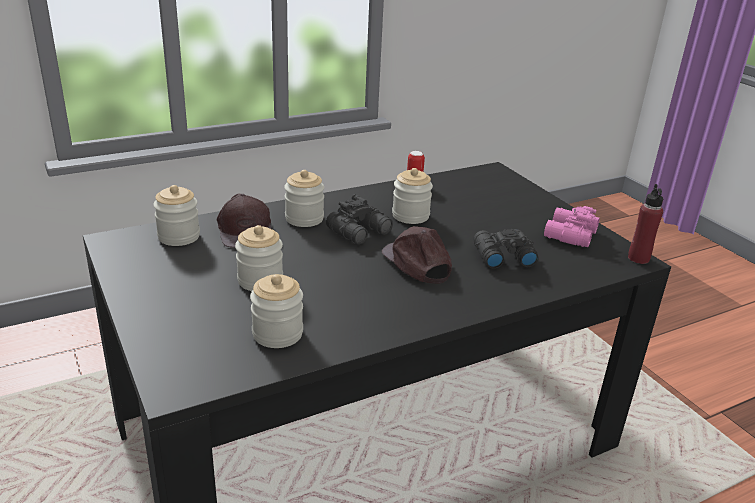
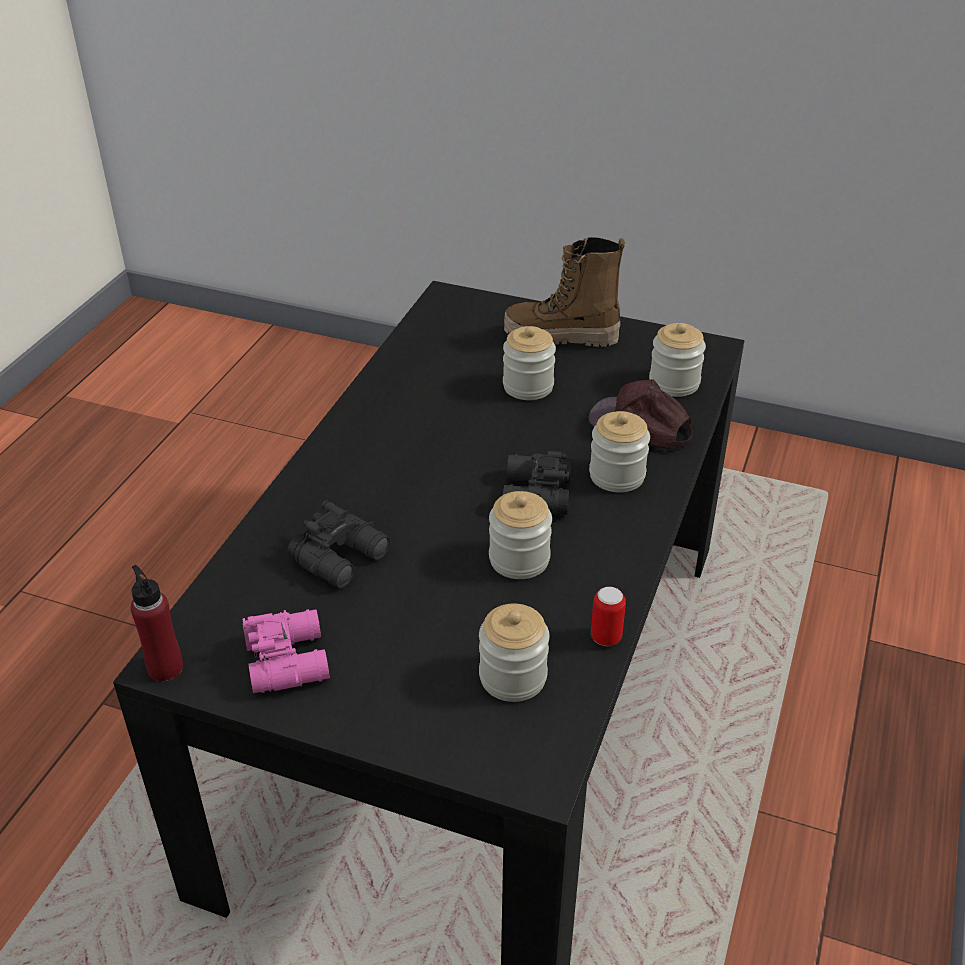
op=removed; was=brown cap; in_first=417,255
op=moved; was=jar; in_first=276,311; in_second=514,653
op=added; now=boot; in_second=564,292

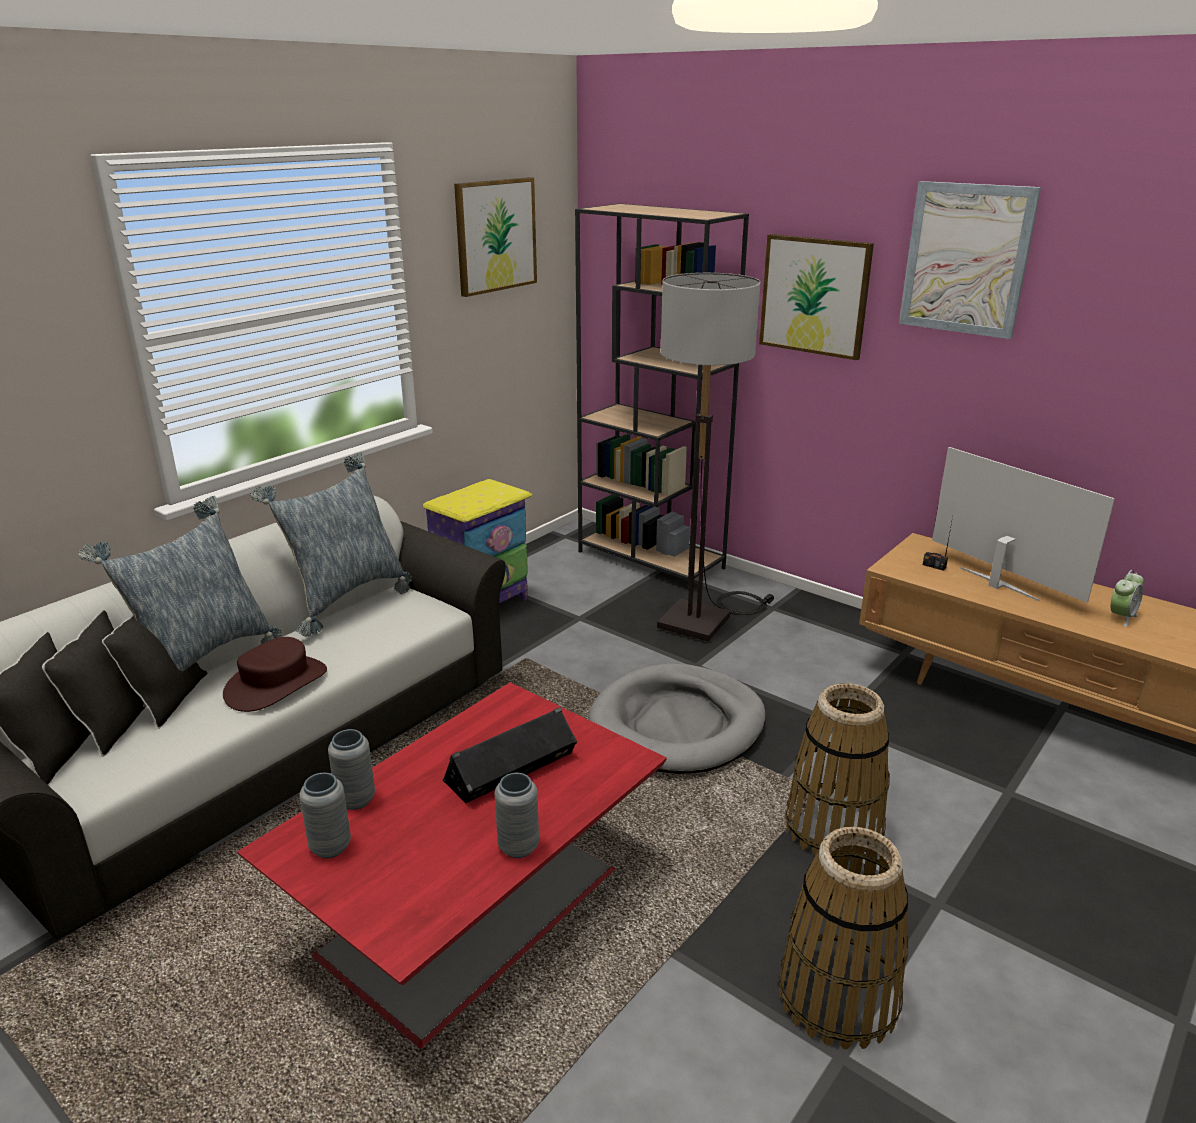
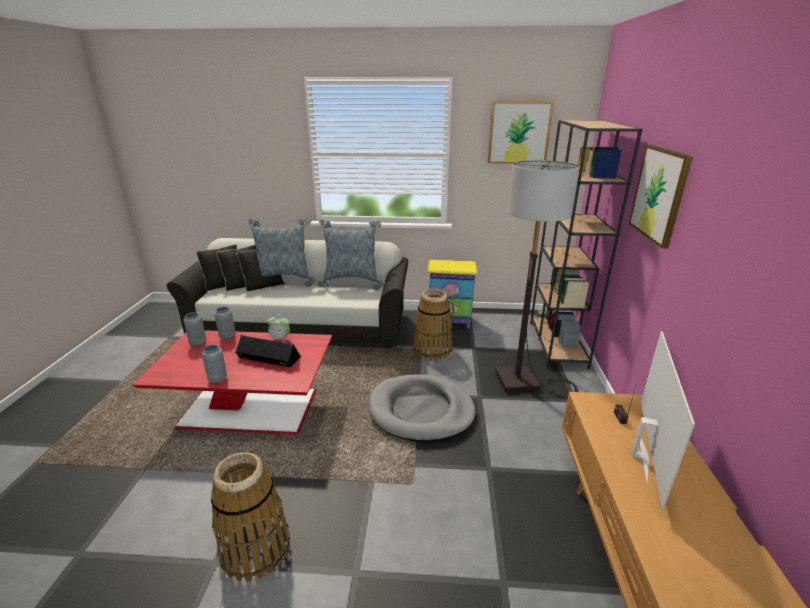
op=removed; was=picture; in_first=970,260
op=moved; was=alarm clock; in_first=1127,598; in_second=278,328
op=removed; was=brown hat; in_first=275,674
op=moved; was=basket; in_first=837,770; in_second=433,324

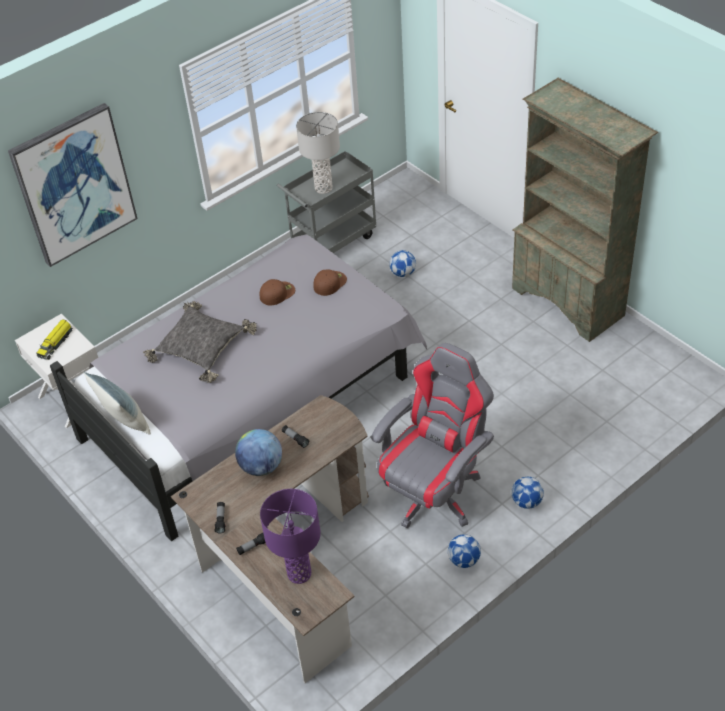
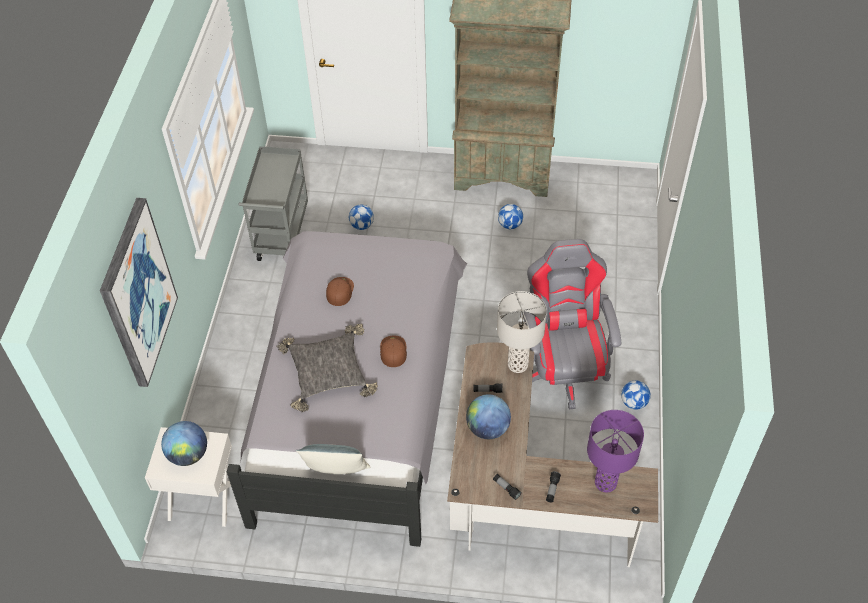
op=moved; was=white table lamp; in_first=318,153; in_second=522,332
op=moved; was=brown cap; in_first=330,282; in_second=393,351
op=replaced; was=toy truck; now=globe; in_first=55,339; in_second=184,443
op=moved; was=football; in_first=528,493; in_second=510,216

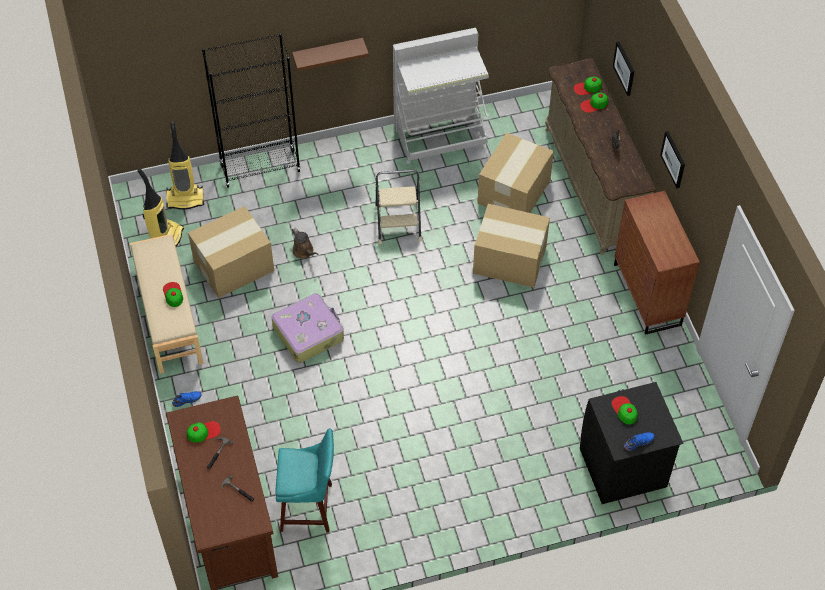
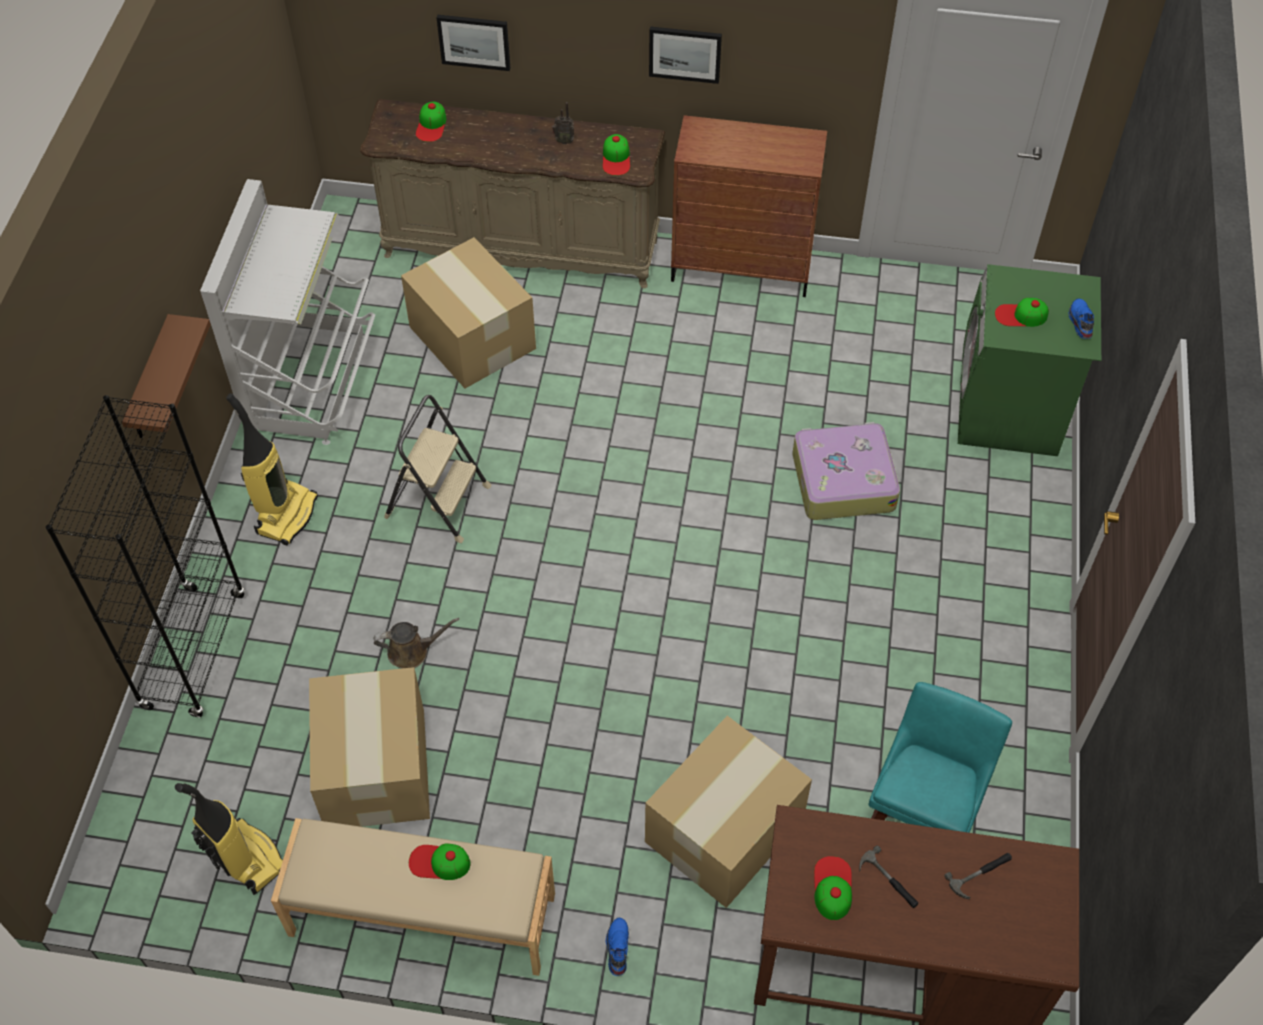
op=moved; was=cap; in_first=594,102; in_second=616,155
op=moved; was=vacuum cleaner; in_first=185,165; in_second=272,469
op=moved; was=cardboard box; in_first=511,246; in_second=728,812
op=moved; was=suitcase; in_first=308,328; in_second=846,471
op=recoloured; was=black washing machine; now=green washing machine; in_first=632,443; in_second=1029,360

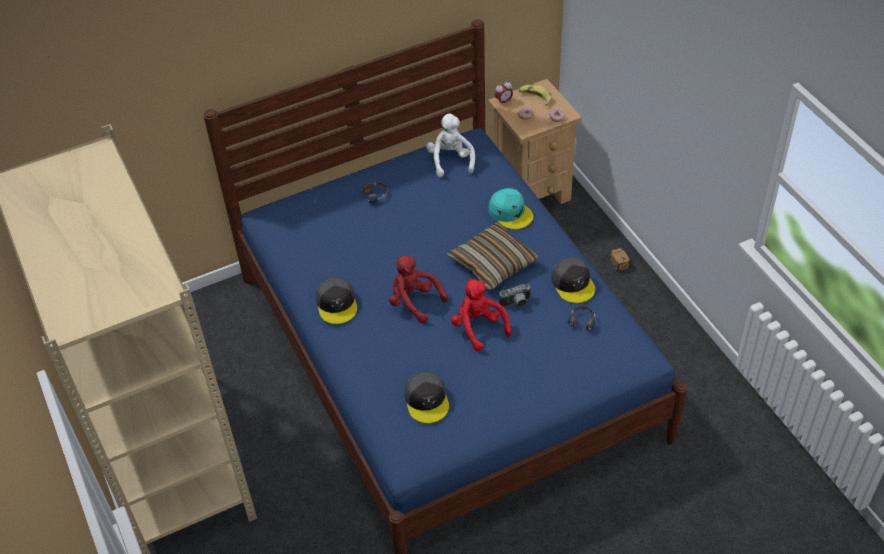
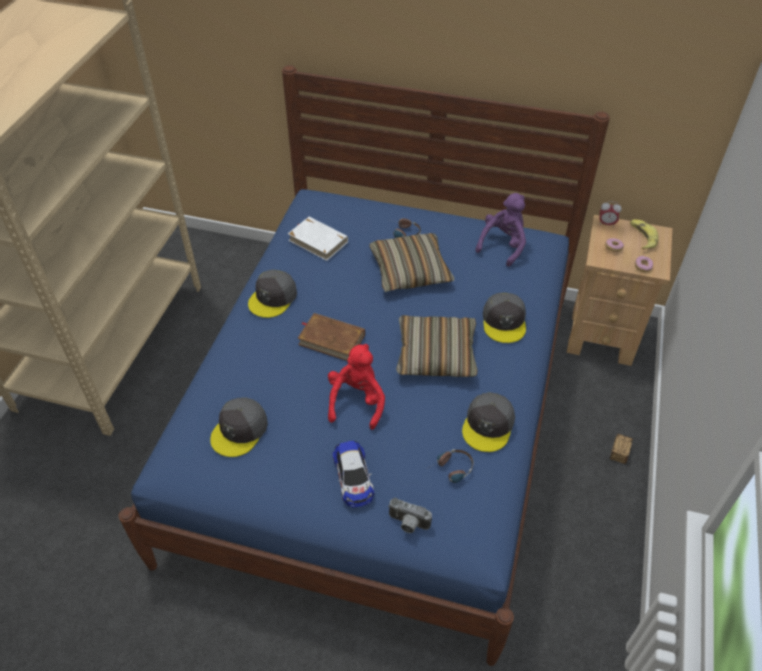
op=recoloured; was=white plush toy; now=purple plush toy; in_first=450,145; in_second=500,230
op=recoloured; was=turquoise cap; now=grey cap; in_first=511,208; in_second=504,317
op=replaced; was=red plush toy; now=brown book; in_first=418,289; in_second=331,337
op=moved; was=photo camera; in_first=515,295; in_second=410,515
op=added; now=white book; in_second=318,239
op=added; now=pillow; in_second=412,262
op=added; now=toy car; in_second=353,474

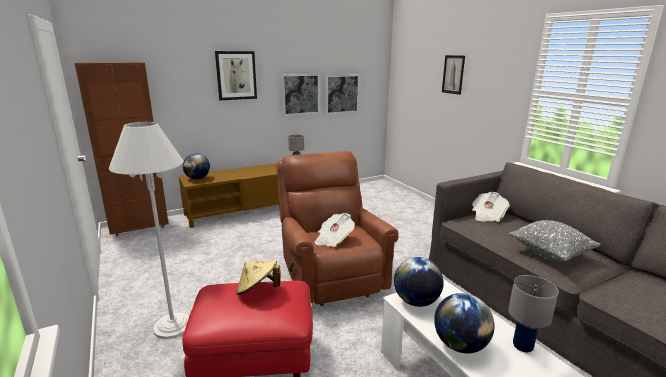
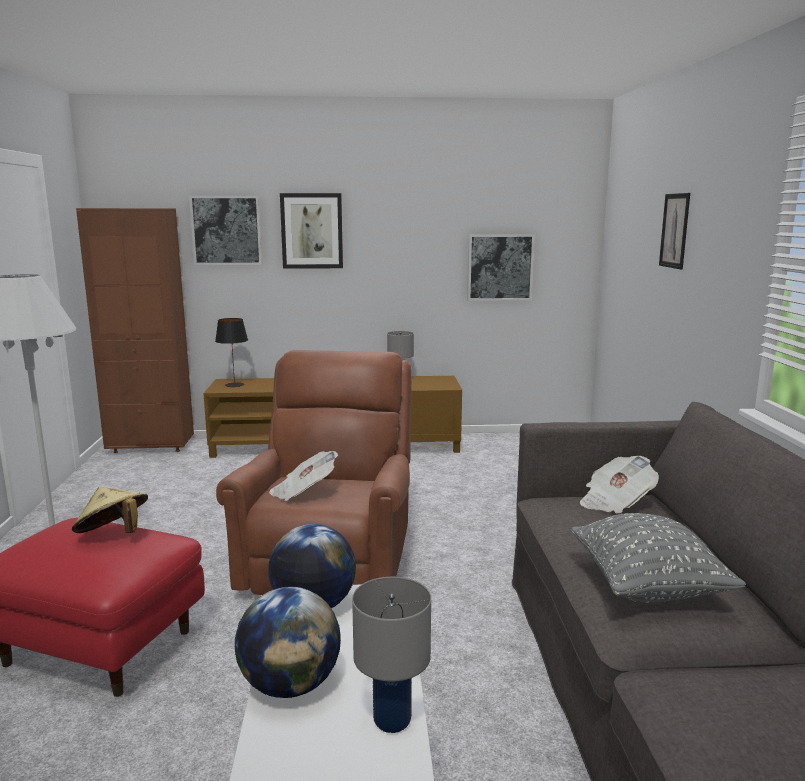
op=moved; was=picture; in_first=300,95; in_second=226,230
op=replaced; was=globe; now=black table lamp; in_first=196,166; in_second=231,352

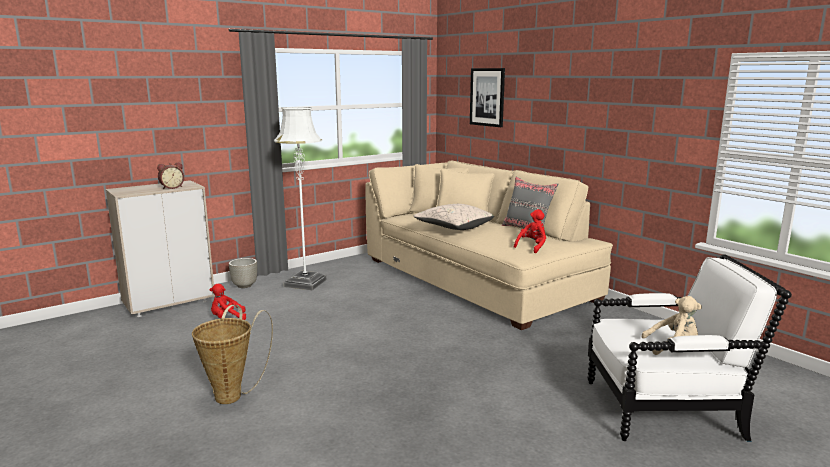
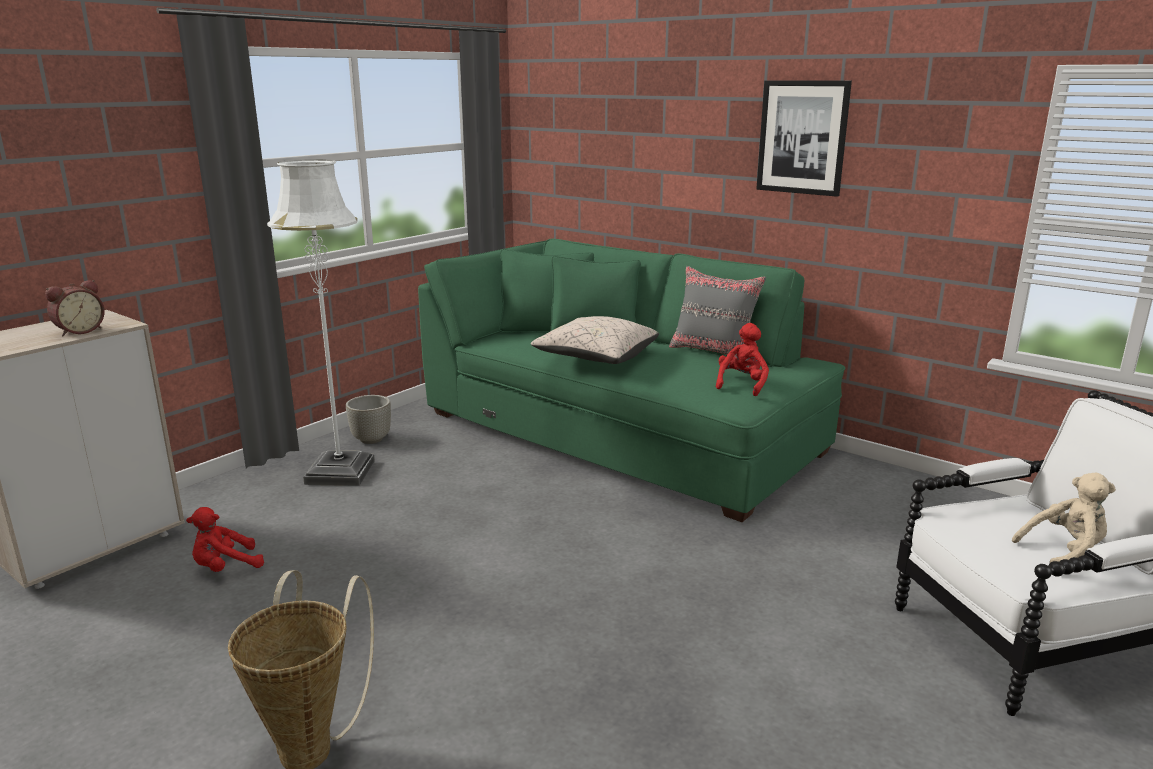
op=moved; was=picture; in_first=487,97; in_second=804,138
op=recoloured; was=beige sofa; now=green sofa; in_first=489,245; in_second=631,380
op=moved; was=grey planter; in_first=243,273; in_second=368,419

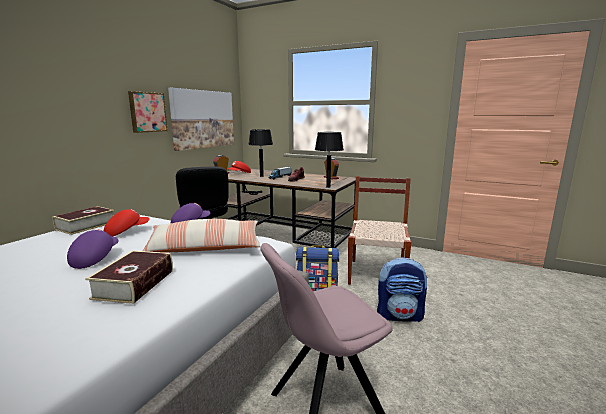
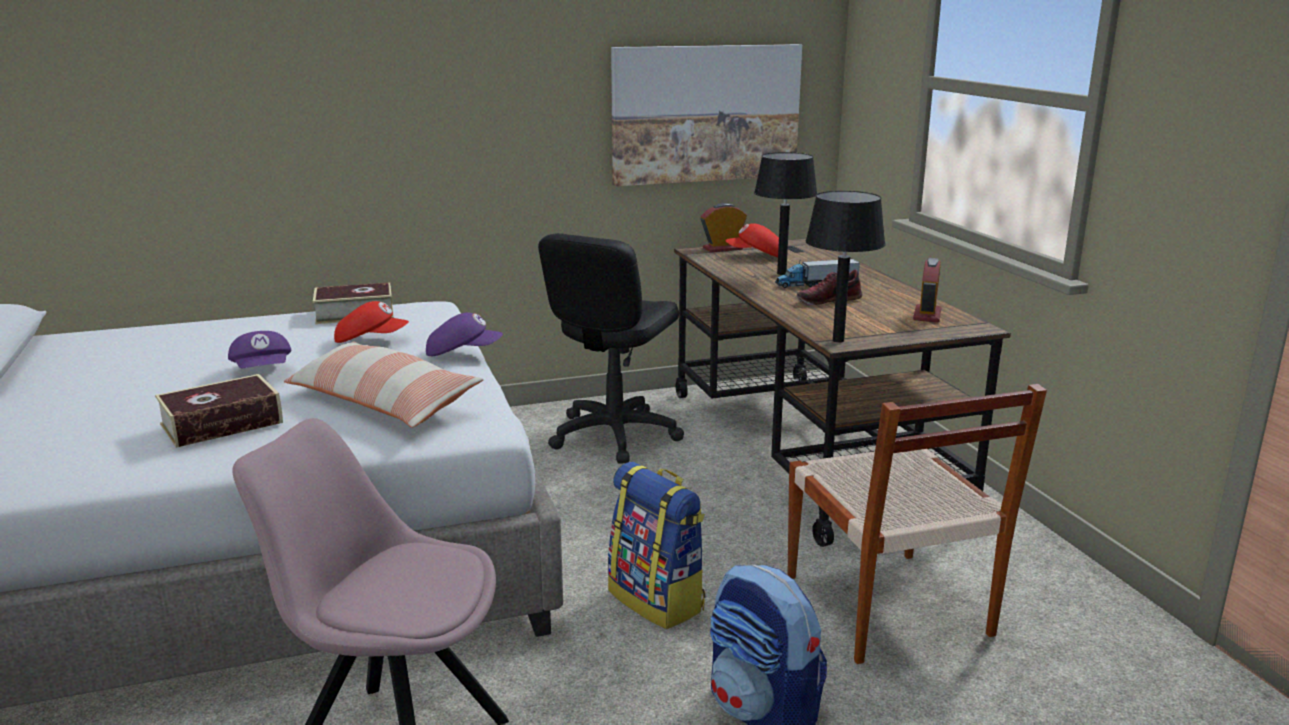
op=removed; was=picture; in_first=148,112
op=turned; was=chair; in_first=379,230; in_second=917,524; clockwise=105
op=turned; was=purple cap; in_first=93,249; in_second=259,349; clockwise=105

